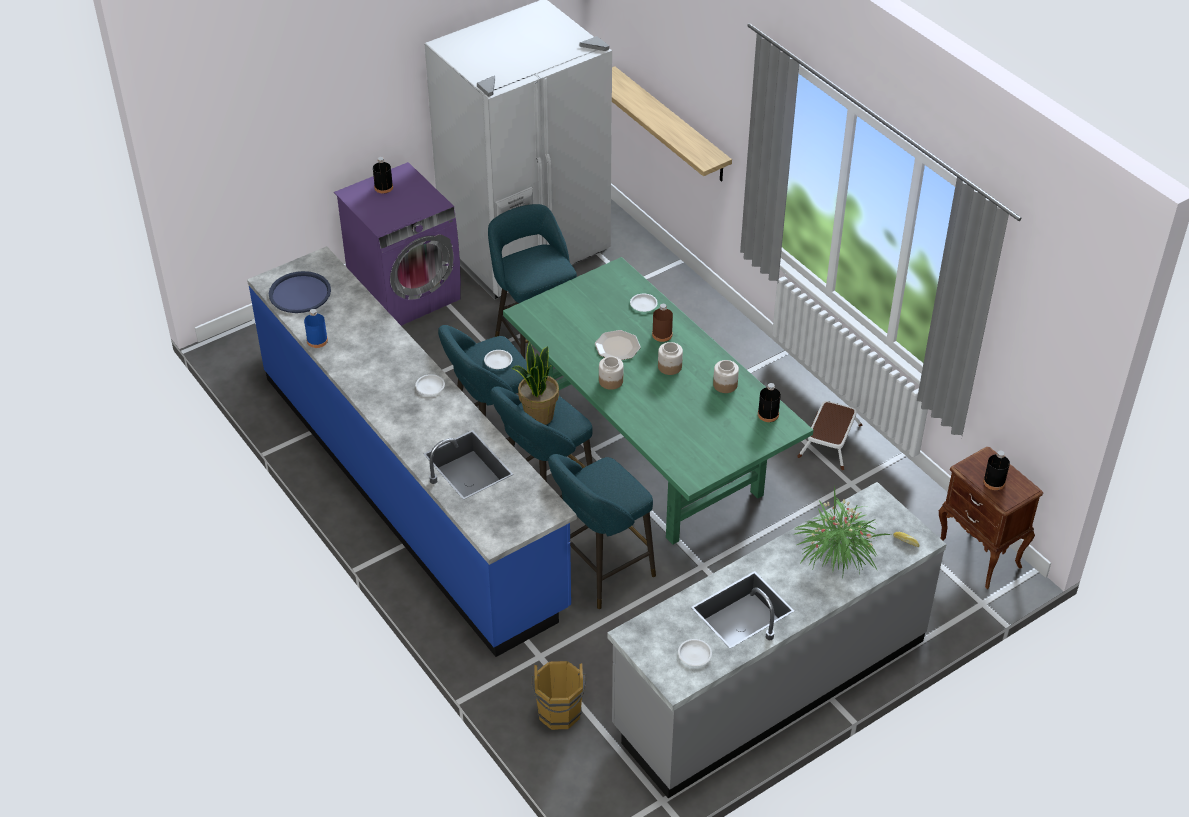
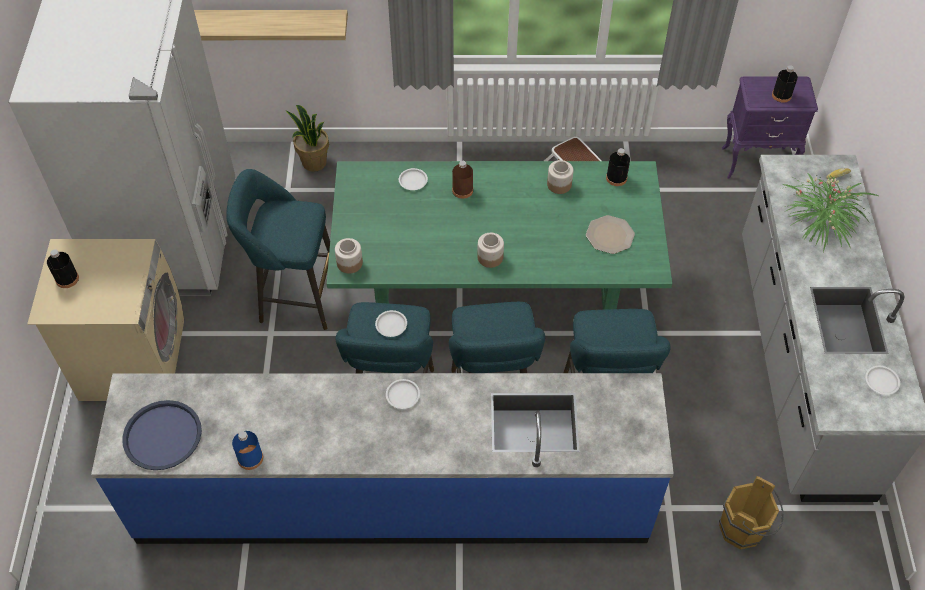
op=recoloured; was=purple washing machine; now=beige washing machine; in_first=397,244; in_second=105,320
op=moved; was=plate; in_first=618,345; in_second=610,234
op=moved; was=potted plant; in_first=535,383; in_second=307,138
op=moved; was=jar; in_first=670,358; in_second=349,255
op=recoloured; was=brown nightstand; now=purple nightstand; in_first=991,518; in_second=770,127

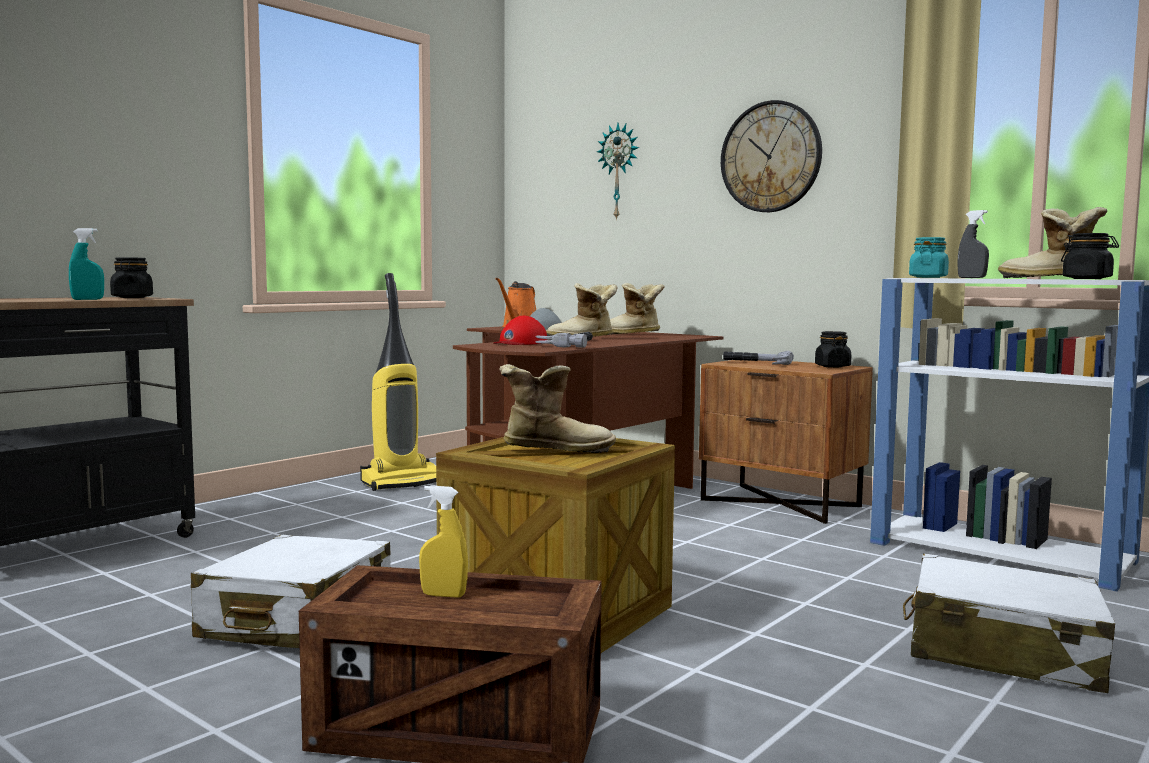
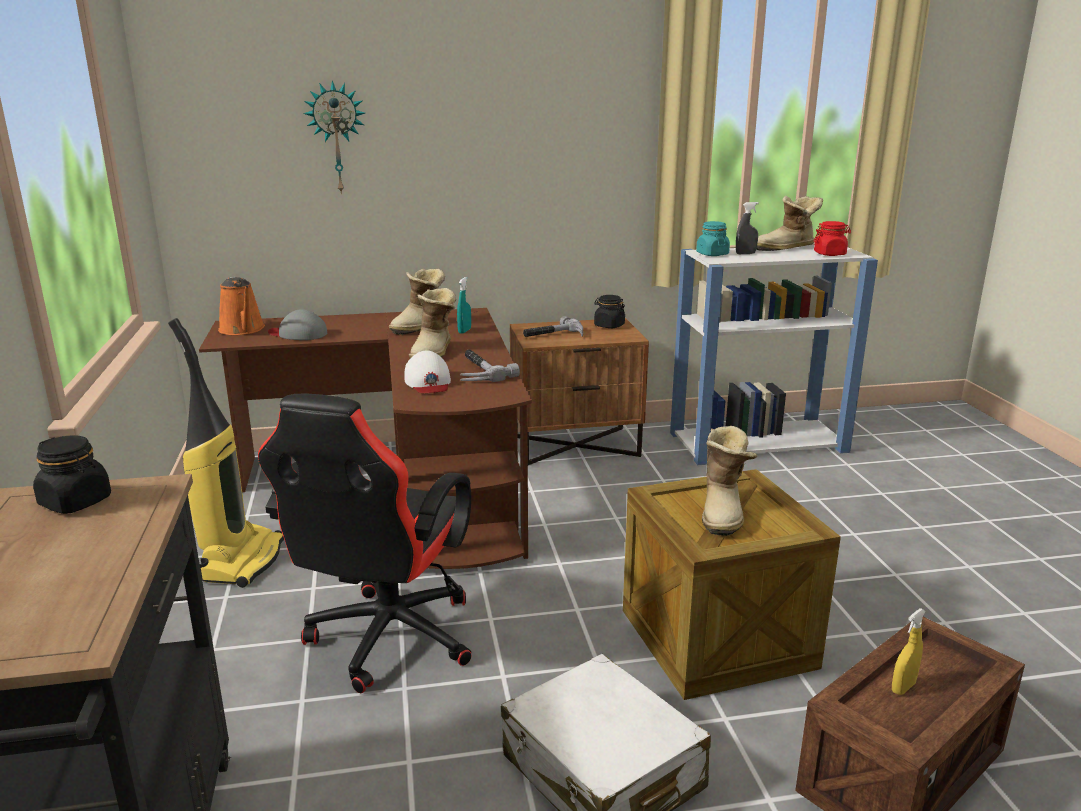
op=removed; was=wall clock; in_first=771,156
op=moved; was=turquoise spray bottle; in_first=86,264; in_second=464,305
op=recoloured; was=black jar; now=red jar; in_first=1090,256; in_second=832,238
op=recoloured; was=red cap; now=white cap; in_first=520,330; in_second=427,372
op=turned; was=boot; in_first=557,408; in_second=729,481; clockwise=150
op=removed; was=white suitcase; in_first=1009,623
op=added; now=black office chair; in_second=365,543

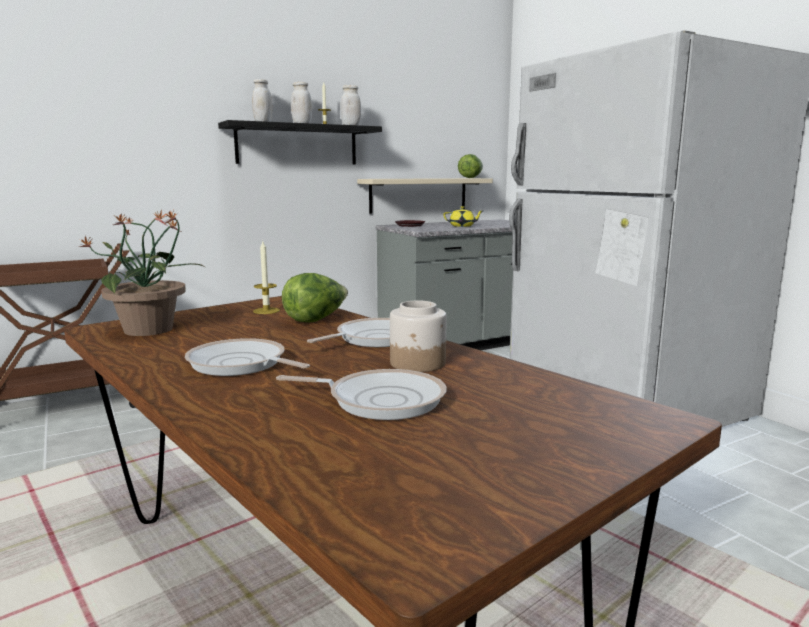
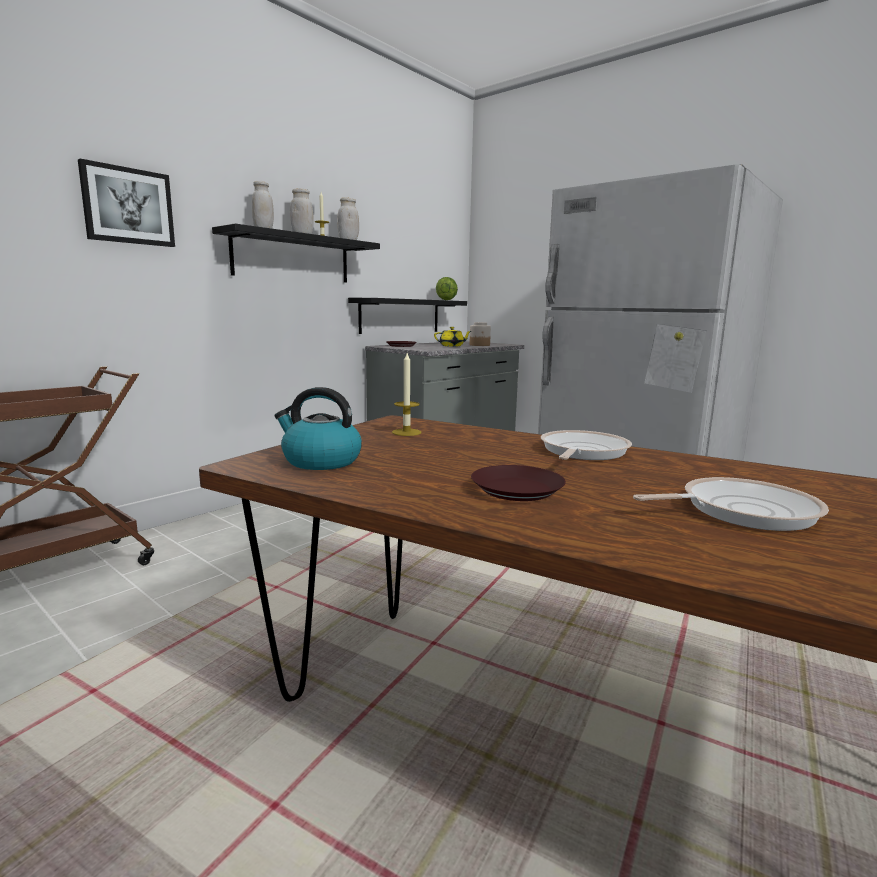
op=recoloured; was=beige shelf; now=black shelf; in_first=425,196; in_second=407,316
op=replaced; was=potted plant; now=kettle; in_first=141,273; in_second=318,428
op=removed; was=lettuce; in_first=315,297
op=moved; was=jar; in_first=418,336; in_second=480,334
op=replaced; was=frying pan; now=brown plate; in_first=247,357; in_second=518,483
op=added; now=picture; in_second=126,203

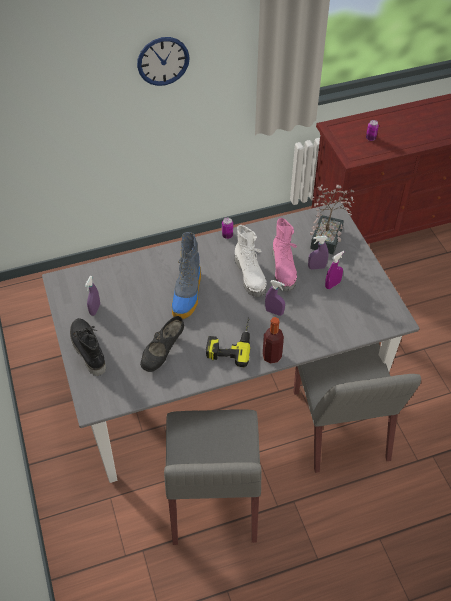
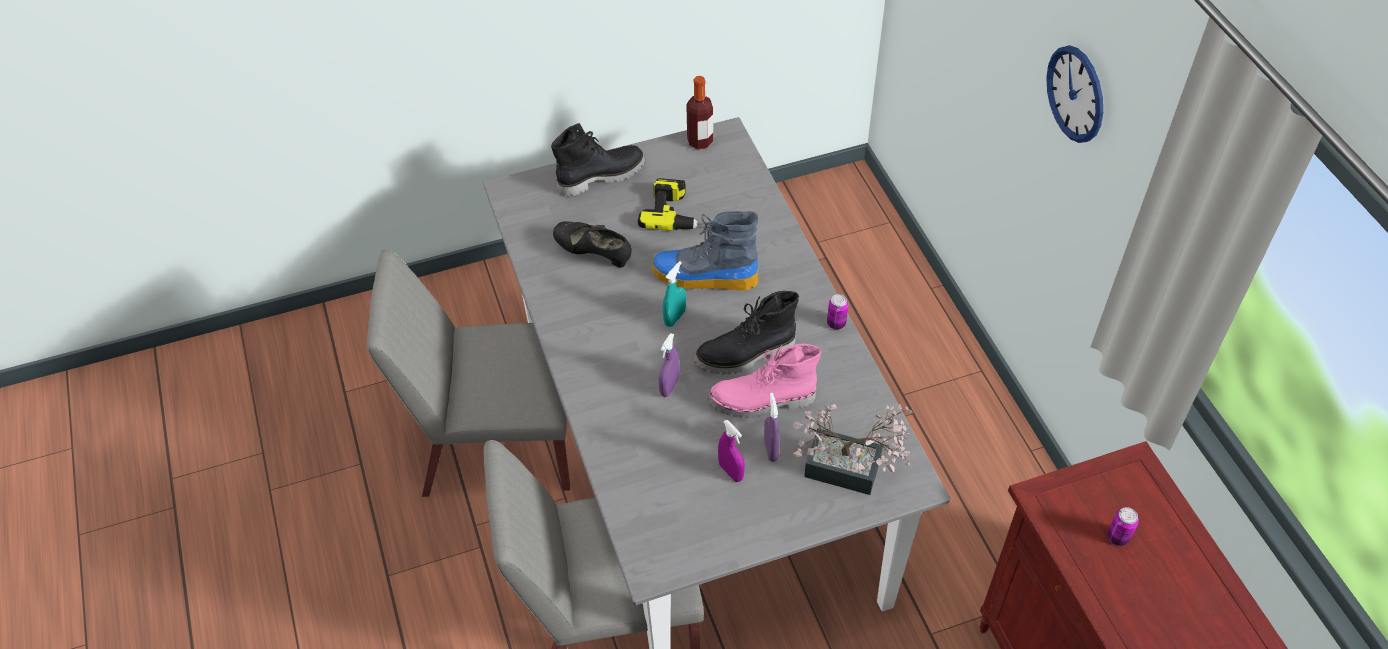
op=recoloured; was=white boot; now=black boot; in_first=251,261; in_second=746,332
op=removed; was=purple spray bottle; in_first=92,296
op=moved; was=power drill; in_first=228,342; in_second=674,204
op=moved; was=bottle; in_first=273,340; in_second=699,112
op=added; now=turquoise spray bottle; in_second=674,294

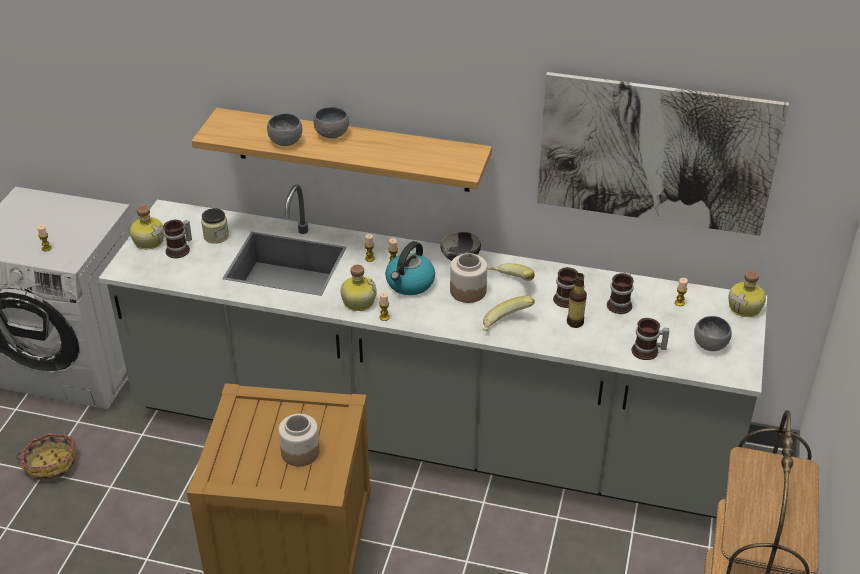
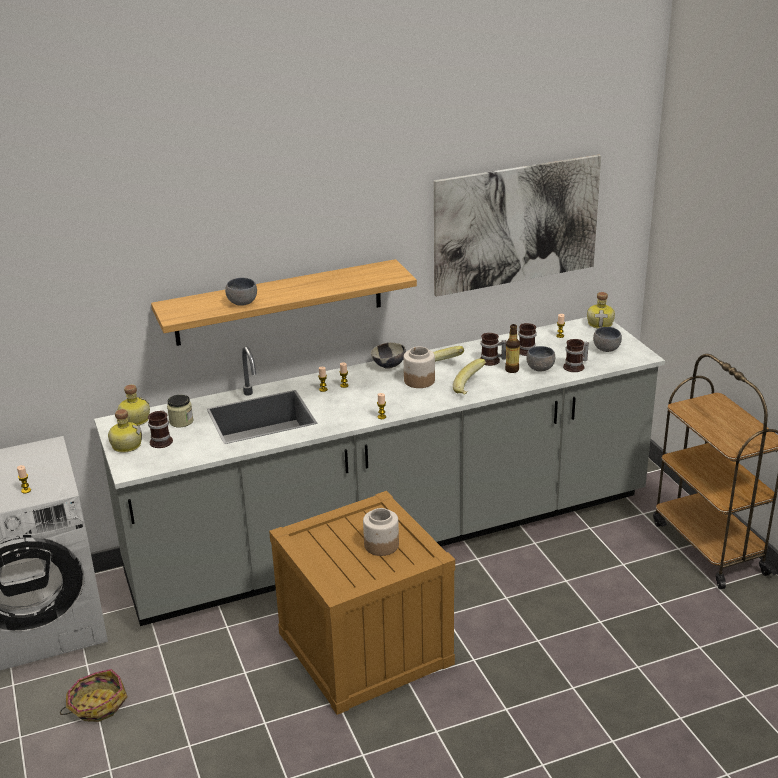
op=moved; was=grey bowl; in_first=331,122; in_second=540,358
op=removed; was=kettle; in_first=410,268
op=moved; was=bottle; in_first=358,288; in_second=134,405

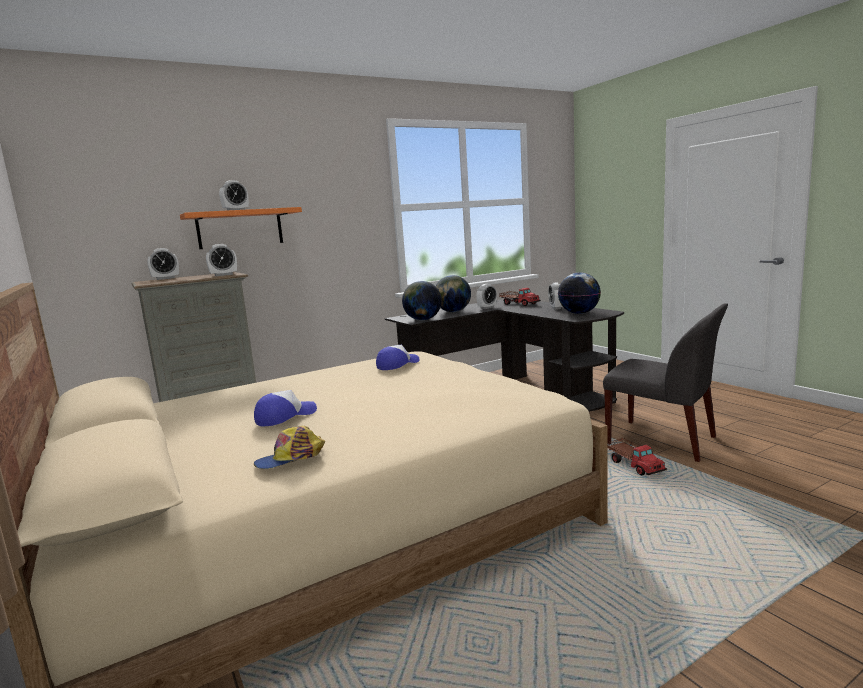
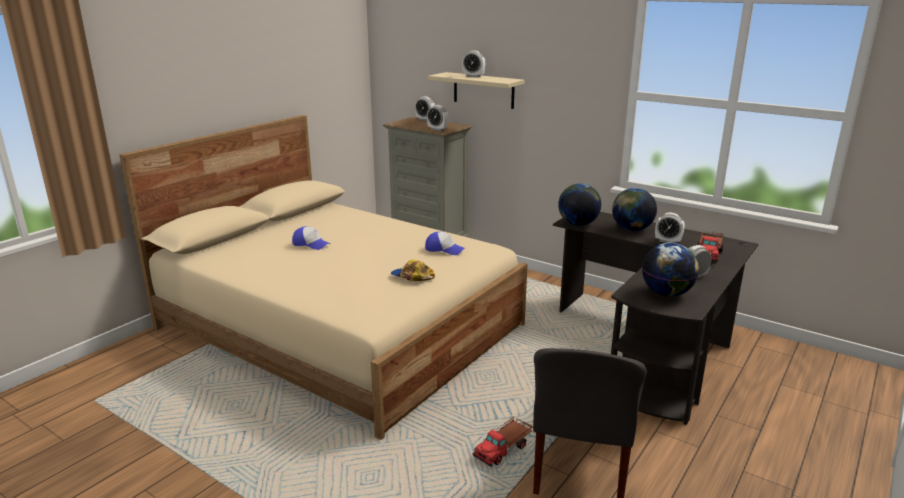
op=recoloured; was=orange shelf; now=beige shelf; in_first=241,228; in_second=476,90
op=moved; was=cap; in_first=289,447; in_second=413,270

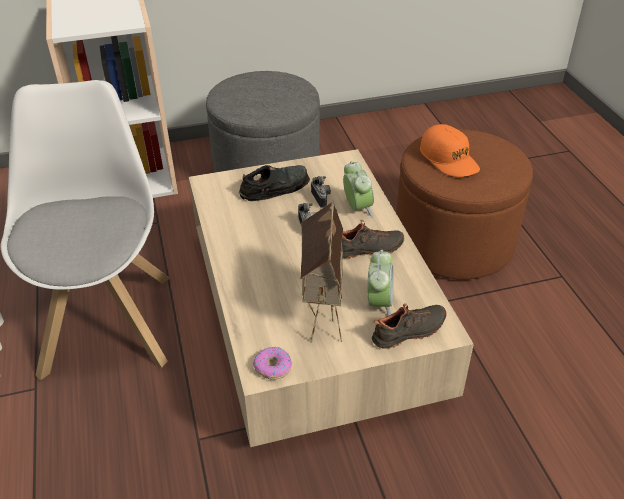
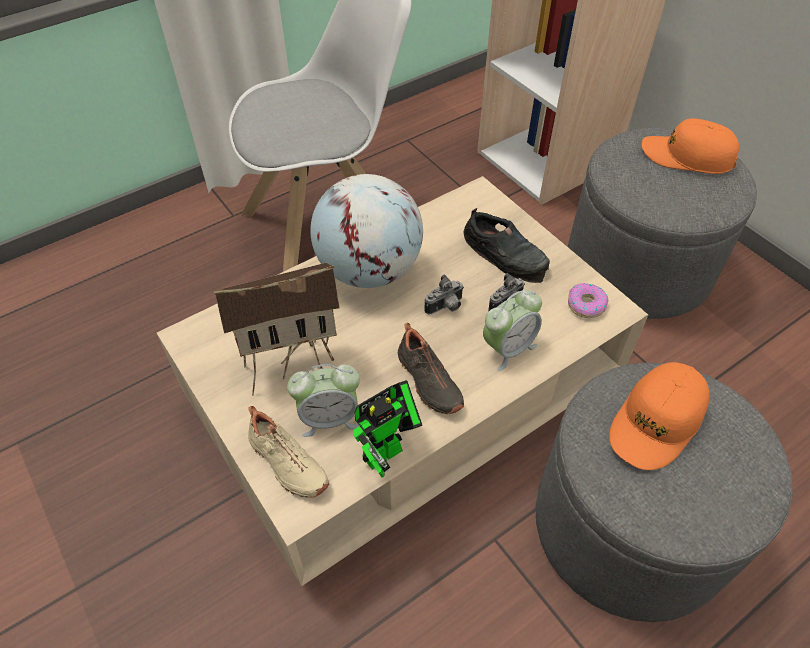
op=recoloured; was=brown ottoman; now=grey ottoman; in_first=464,204; in_second=664,492
op=recoloured; was=black shoe; now=beige shoe; in_first=409,326; in_second=288,452
op=moved; was=donut; in_first=272,363; in_second=588,300
op=added; now=orange cap; in_second=691,146
op=added; now=globe; in_second=366,231
op=added; now=toy robot; in_second=387,429

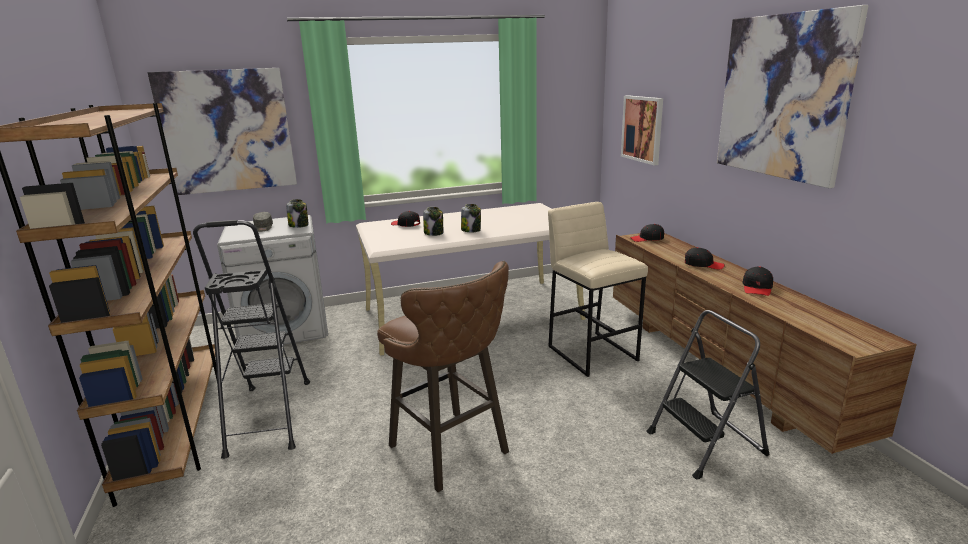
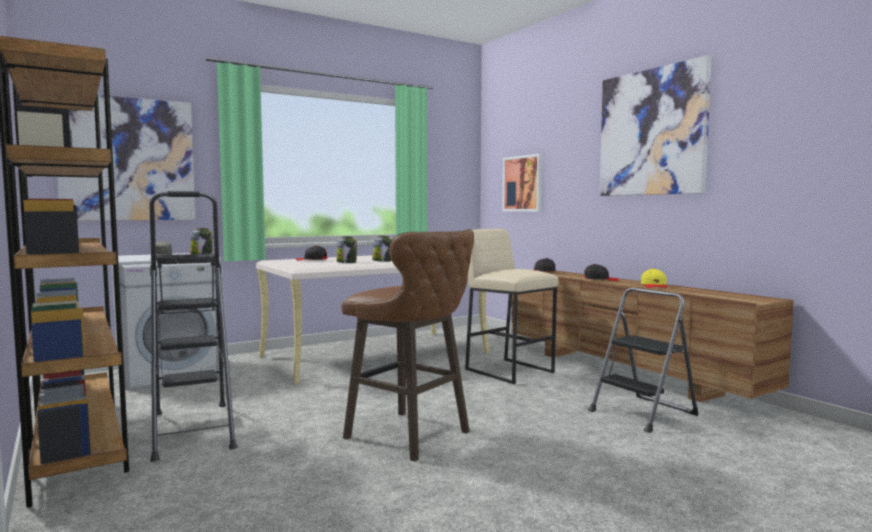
op=recoloured; was=black cap; now=yellow cap; in_first=758,281; in_second=654,278

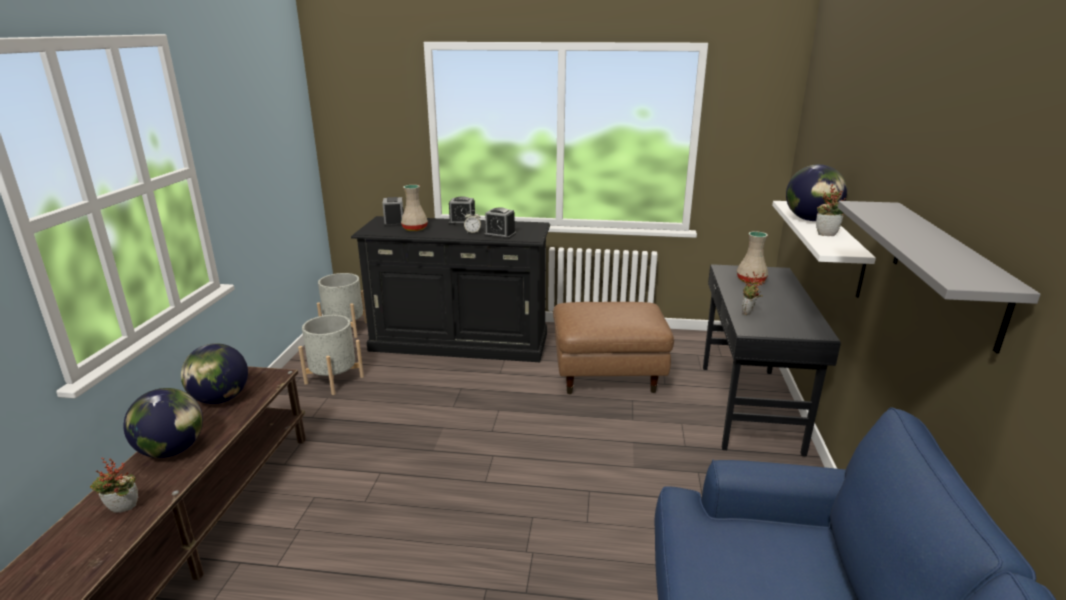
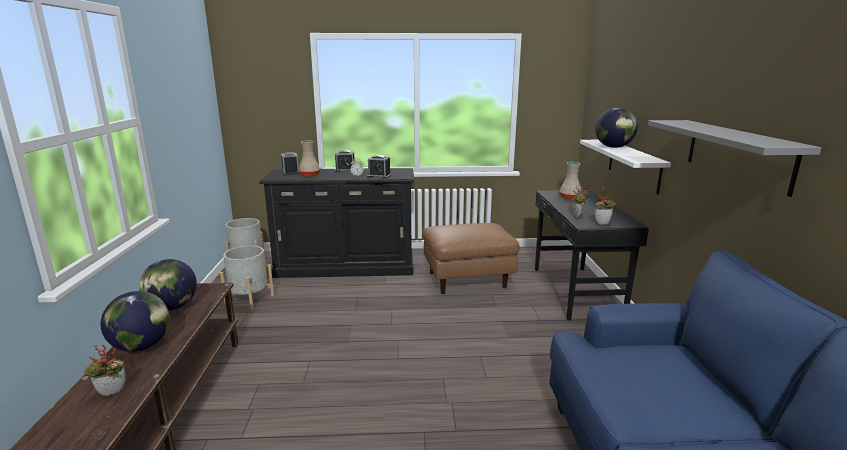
op=moved; was=potted plant; in_first=831,210; in_second=605,206

